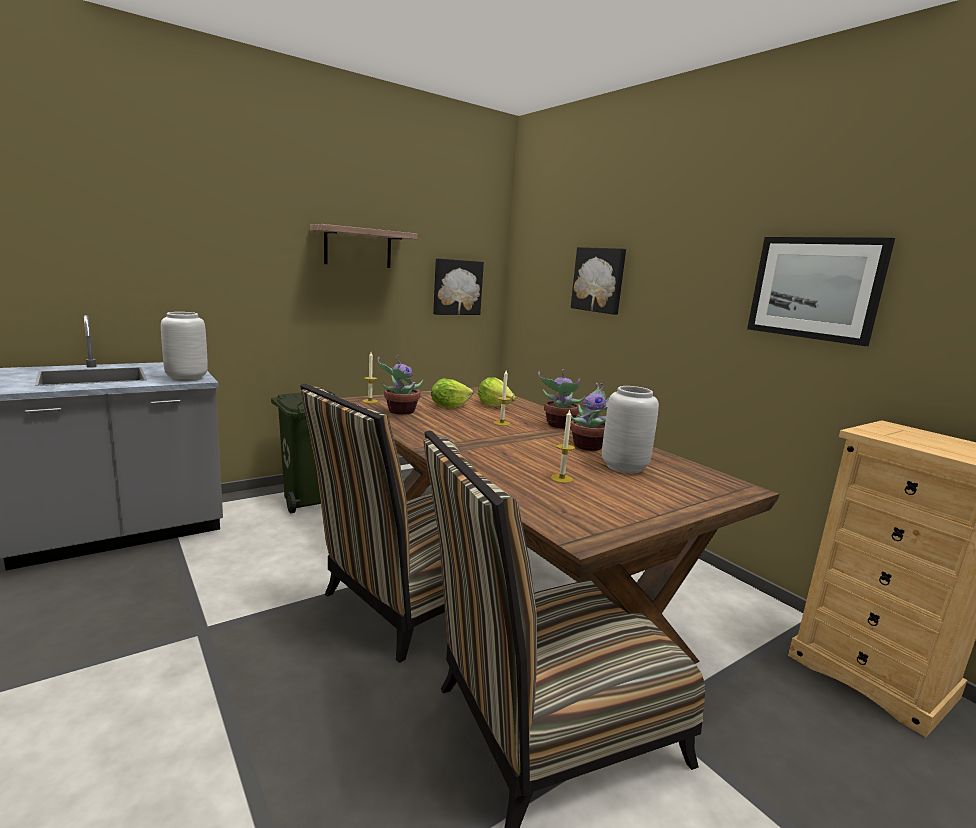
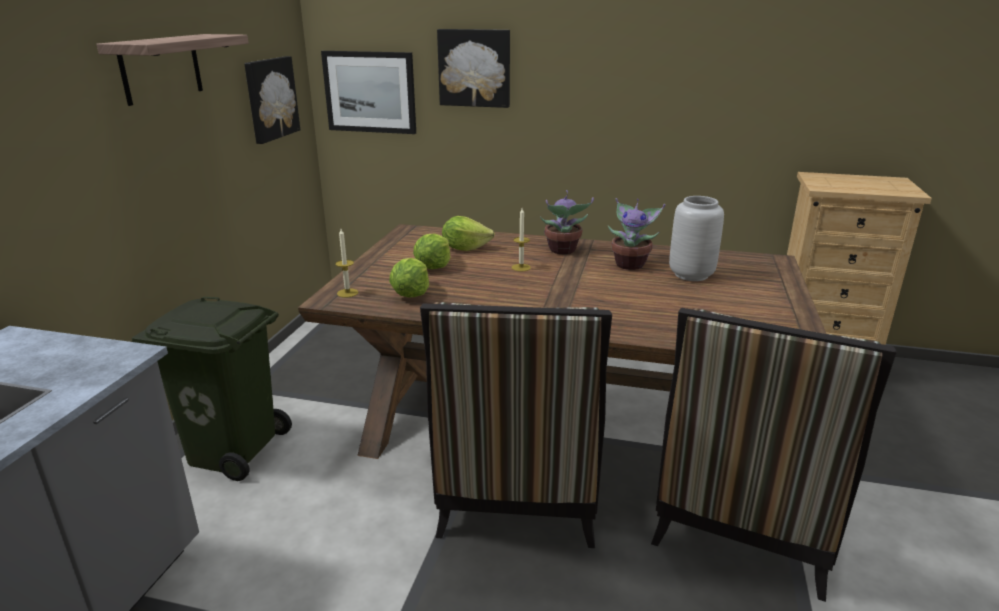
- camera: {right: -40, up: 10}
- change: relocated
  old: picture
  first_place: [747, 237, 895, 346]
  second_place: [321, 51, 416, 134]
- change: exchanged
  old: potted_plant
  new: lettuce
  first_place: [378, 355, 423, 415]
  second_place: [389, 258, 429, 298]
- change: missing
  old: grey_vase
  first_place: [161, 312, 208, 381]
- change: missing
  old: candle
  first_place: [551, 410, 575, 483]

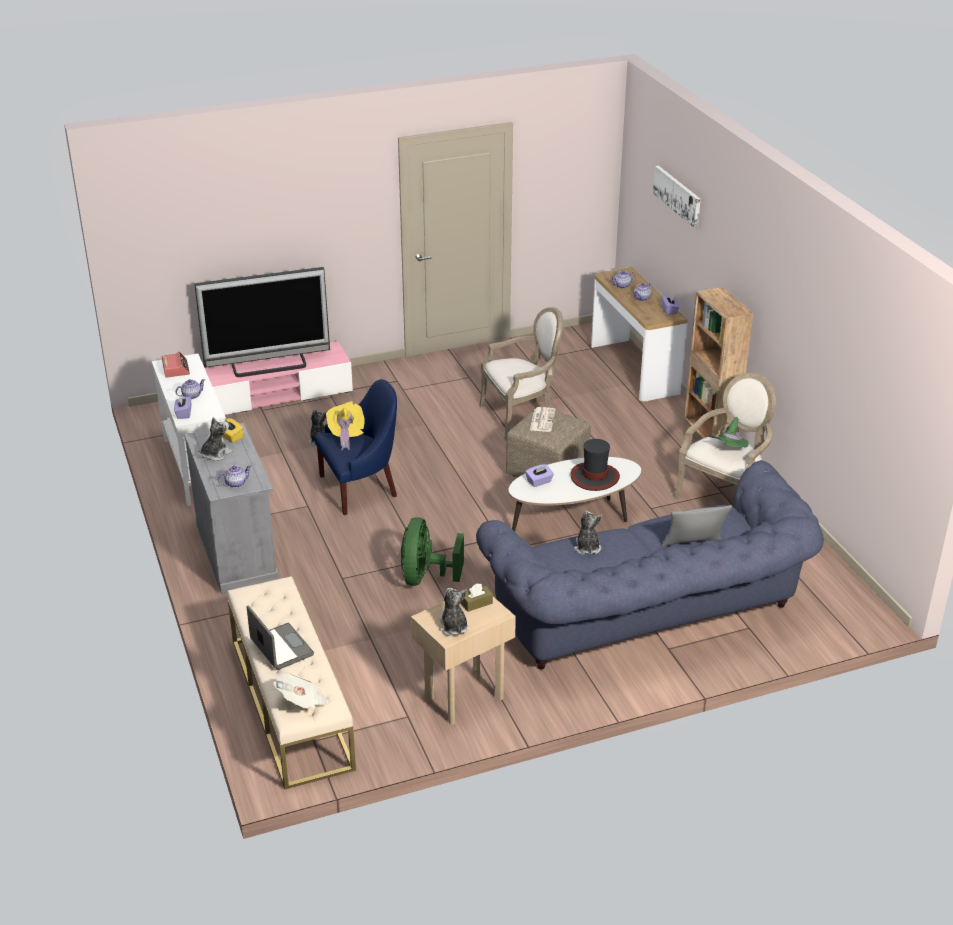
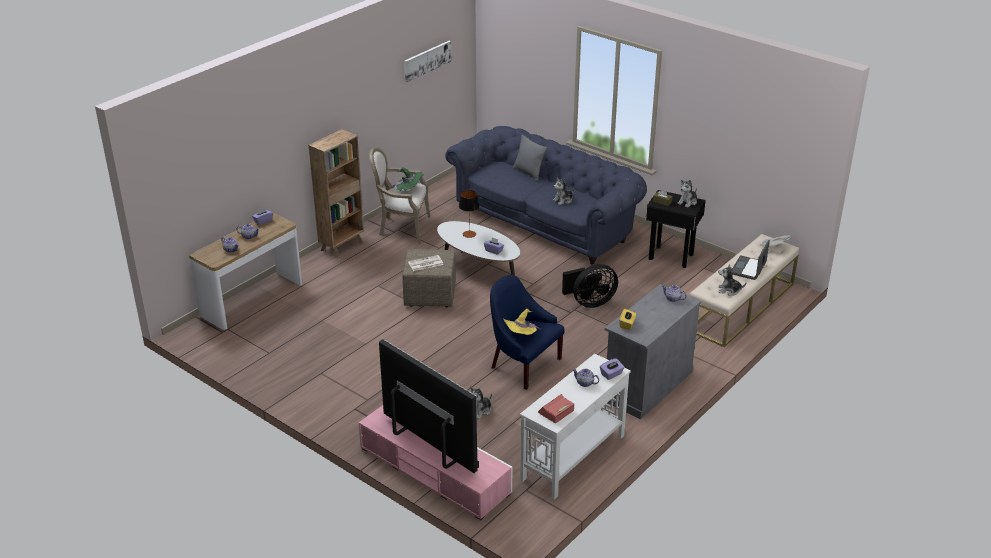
- camera: {right: -120, up: 0}
- change: relocated
  old: picture
  first_place: [653, 166, 701, 228]
  second_place: [404, 41, 451, 82]
- change: exchanged
  old: hat
  new: table_lamp
  first_place: [570, 439, 620, 491]
  second_place: [459, 190, 479, 238]
- change: colour
  old: green_fan
  new: black_fan
  first_place: [401, 517, 464, 586]
  second_place: [562, 264, 618, 308]
- change: colour
  old: beige_side_table
  new: black_side_table
  first_place: [411, 590, 516, 724]
  second_place: [646, 190, 706, 268]
- change: relocated
  old: plush_toy
  first_place: [198, 417, 232, 461]
  second_place: [718, 264, 746, 296]
- change: missing
  old: armchair
  first_place: [479, 307, 563, 441]

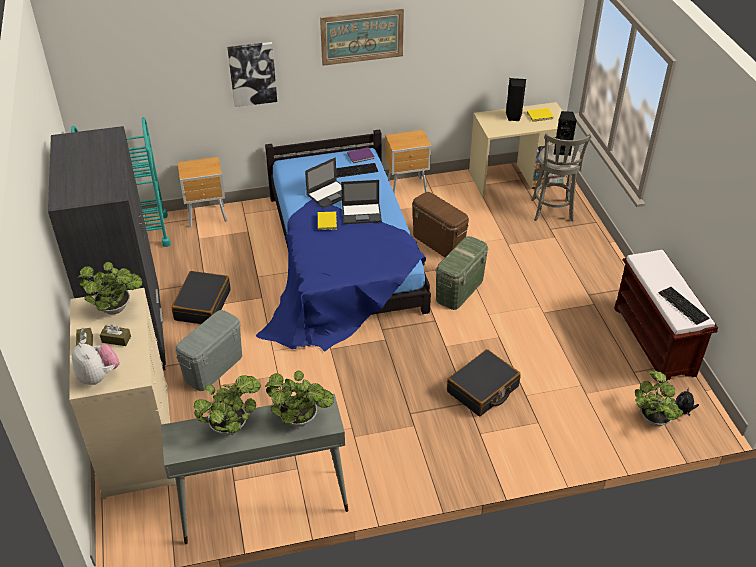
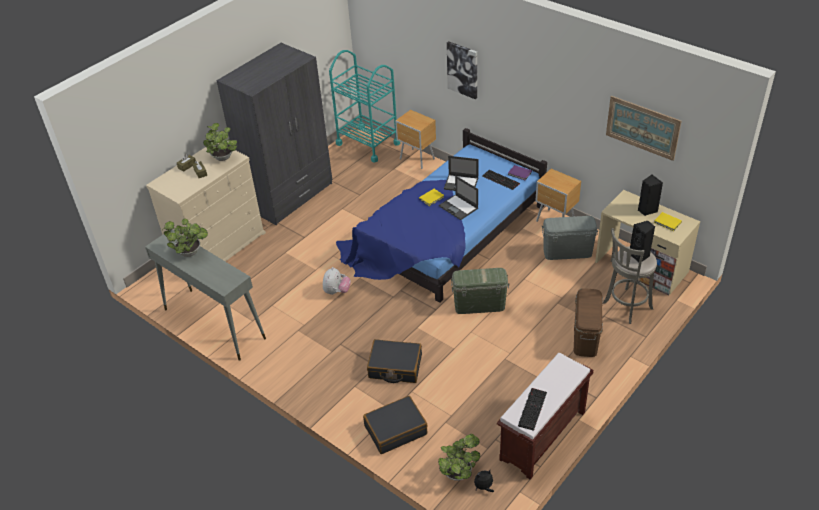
- camera: {right: 55, up: 0}
- change: relocated
  old: plush_toy
  first_place: [72, 343, 120, 385]
  second_place: [323, 267, 351, 295]
- change: relocated
  old: black_suitcase
  first_place: [172, 271, 230, 324]
  second_place: [363, 396, 427, 454]
- change: relocated
  old: grey_storage_box
  first_place: [175, 310, 242, 391]
  second_place: [542, 216, 598, 260]
- change: relocated
  old: brown_storage_box
  first_place: [412, 192, 469, 257]
  second_place: [574, 288, 603, 357]
- change: relocated
  old: picture
  first_place: [320, 8, 404, 66]
  second_place: [606, 96, 682, 161]
- change: missing
  old: potted_plant
  first_place: [265, 370, 334, 427]

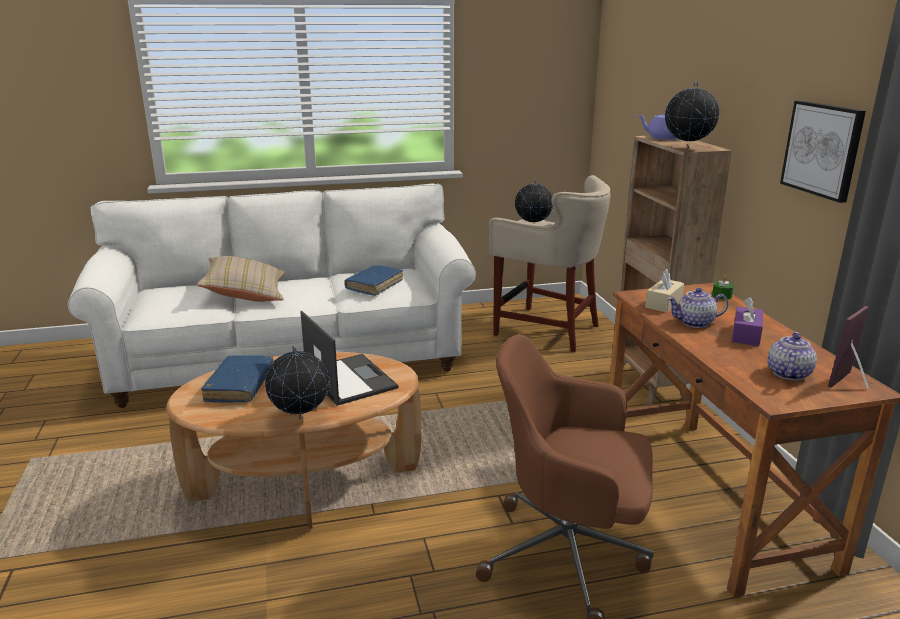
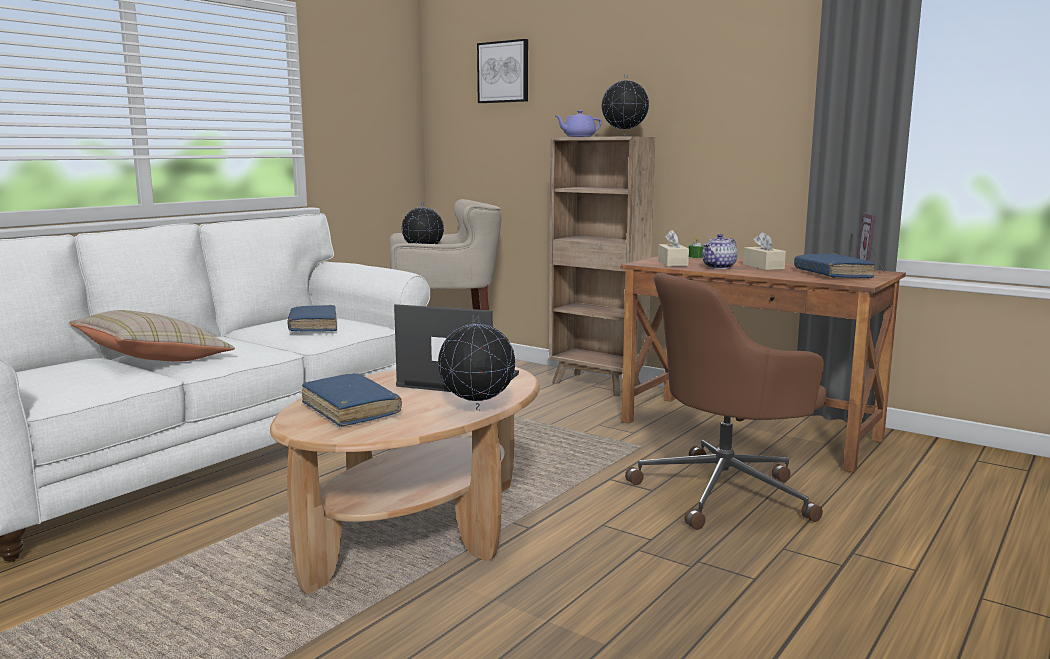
- camera: {right: -40, up: -10}
- change: relocated
  old: picture
  first_place: [780, 101, 866, 203]
  second_place: [477, 39, 528, 103]
- change: colour
  old: purple_tissue_box
  new: beige_tissue_box
  first_place: [732, 297, 763, 346]
  second_place: [743, 232, 786, 270]
- change: exchanged
  old: teapot
  new: blue_book
  first_place: [767, 332, 817, 380]
  second_place: [794, 253, 875, 278]

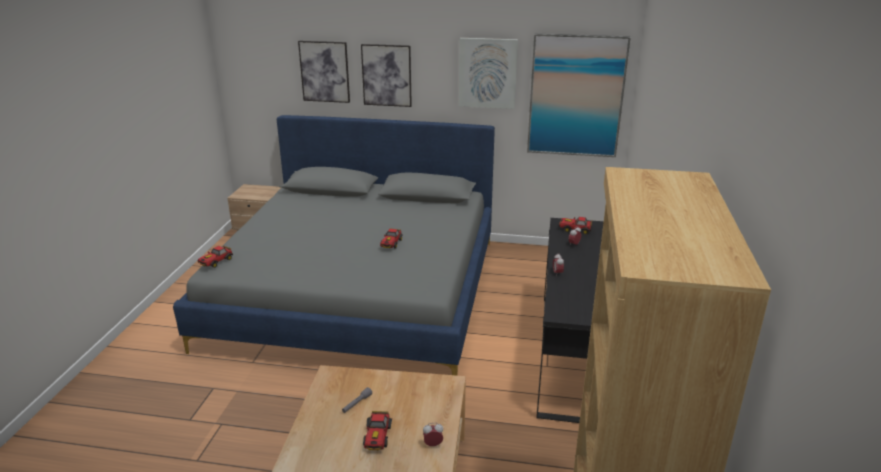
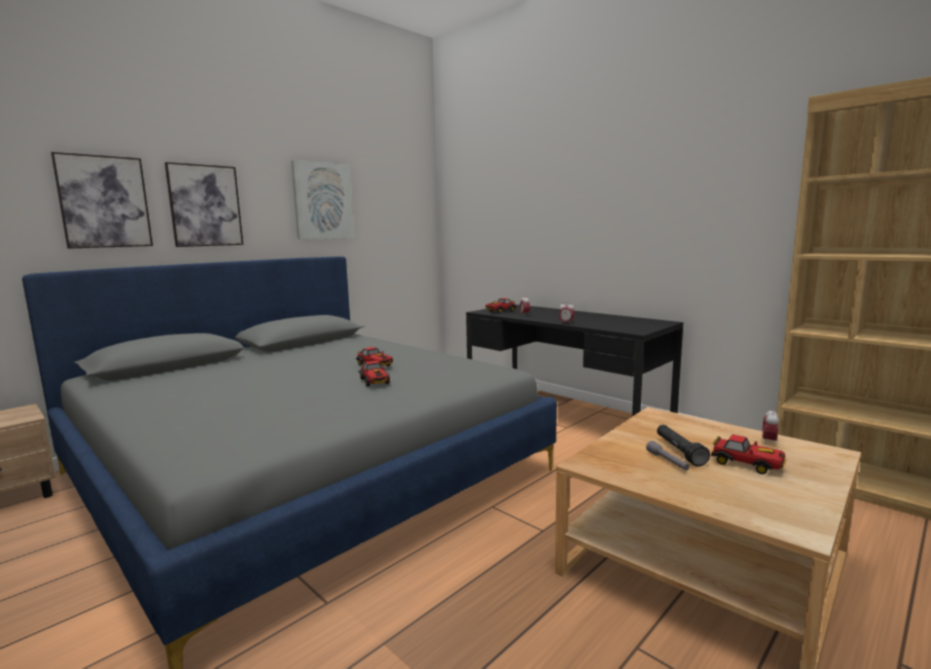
- camera: {right: -55, up: -15}
- change: relocated
  old: toy_car
  first_place: [198, 246, 233, 268]
  second_place: [359, 361, 390, 387]
- change: appeared
  new: black_flashlight
  second_place: [657, 425, 710, 467]
- change: missing
  old: picture
  first_place: [527, 34, 631, 157]

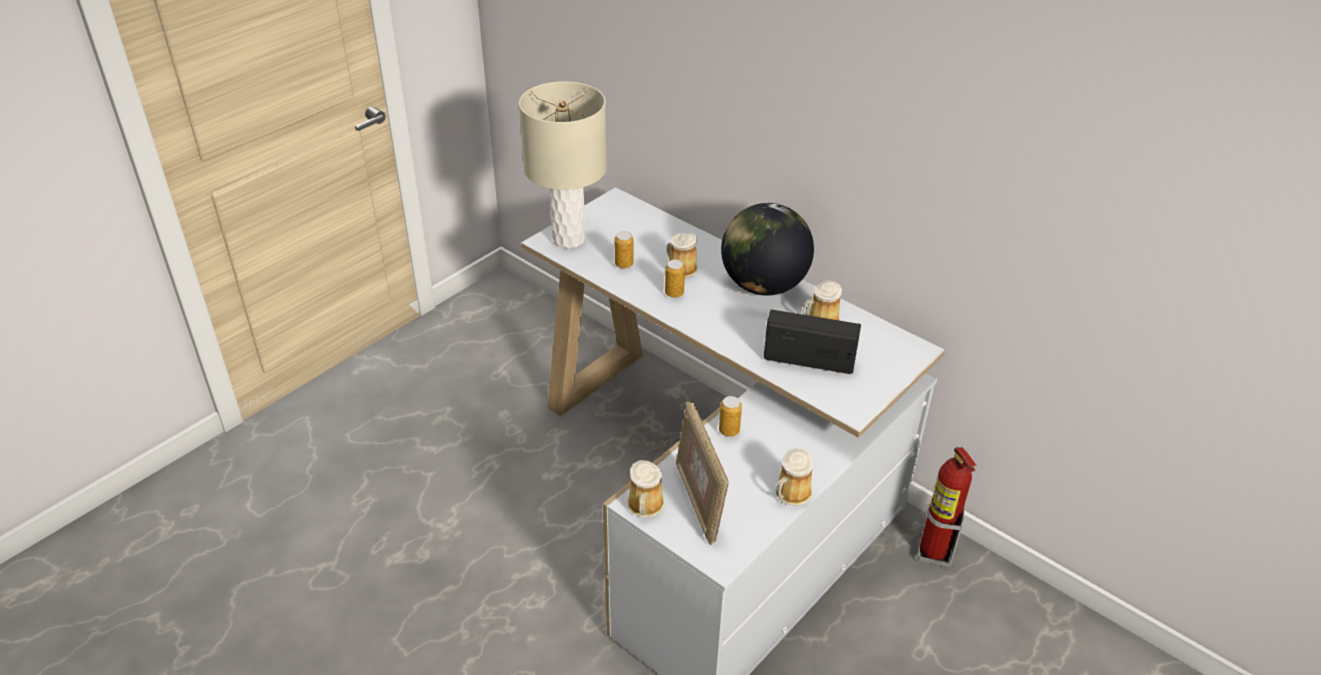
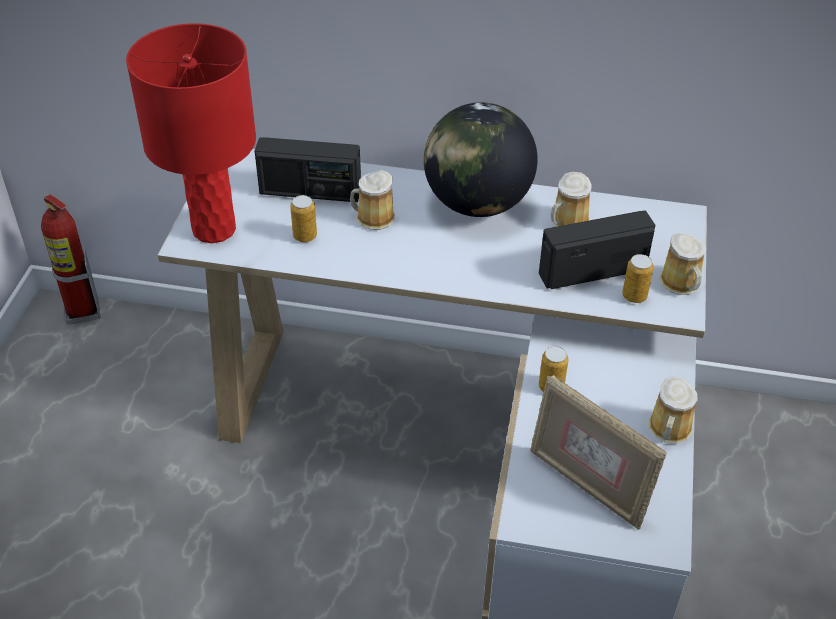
- camera: {right: -30, up: 5}
- change: relocated
  old: fire_extinguisher
  first_place: [918, 447, 977, 567]
  second_place: [41, 195, 101, 325]
- change: colour
  old: beige_table_lamp
  new: red_table_lamp
  first_place: [519, 81, 607, 249]
  second_place: [126, 23, 256, 243]
- change: appeared
  new: radio
  second_place: [255, 137, 361, 202]
- change: relocated
  old: can
  first_place: [665, 260, 685, 298]
  second_place: [622, 254, 654, 303]
- change: relocated
  old: mug
  first_place: [627, 460, 664, 517]
  second_place: [659, 233, 706, 295]

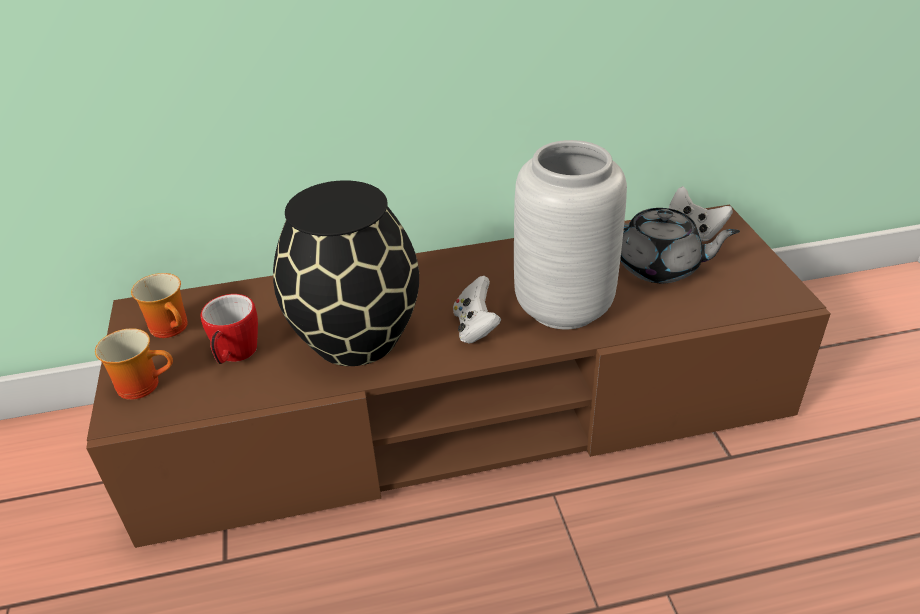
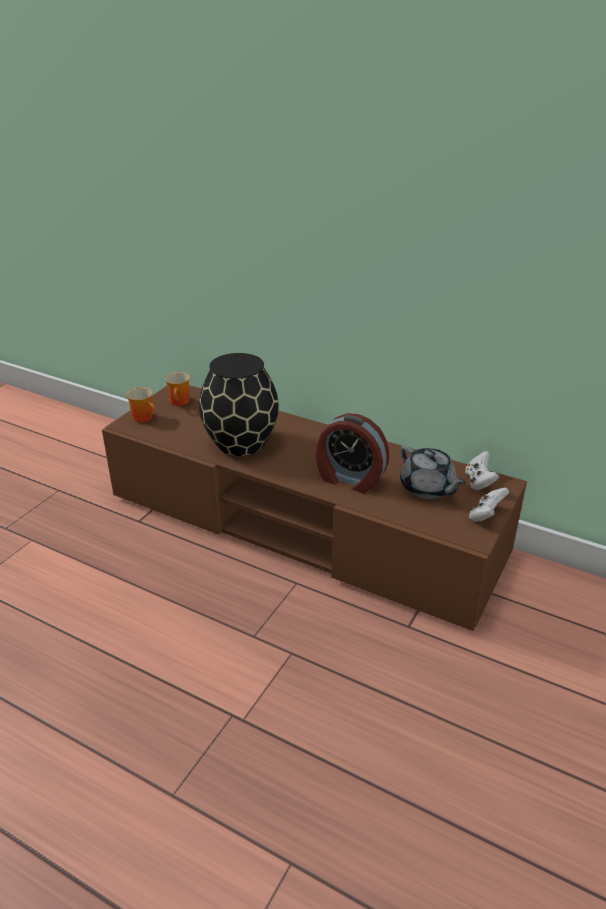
- camera: {right: 40, up: -5}
- change: exchanged
  old: grey_vase
  new: alarm_clock
  first_place: [514, 140, 627, 329]
  second_place: [316, 413, 389, 493]
- change: relocated
  old: white_game_controller
  first_place: [453, 276, 501, 343]
  second_place: [469, 487, 509, 522]
- change: missing
  old: mug
  first_place: [201, 294, 258, 364]

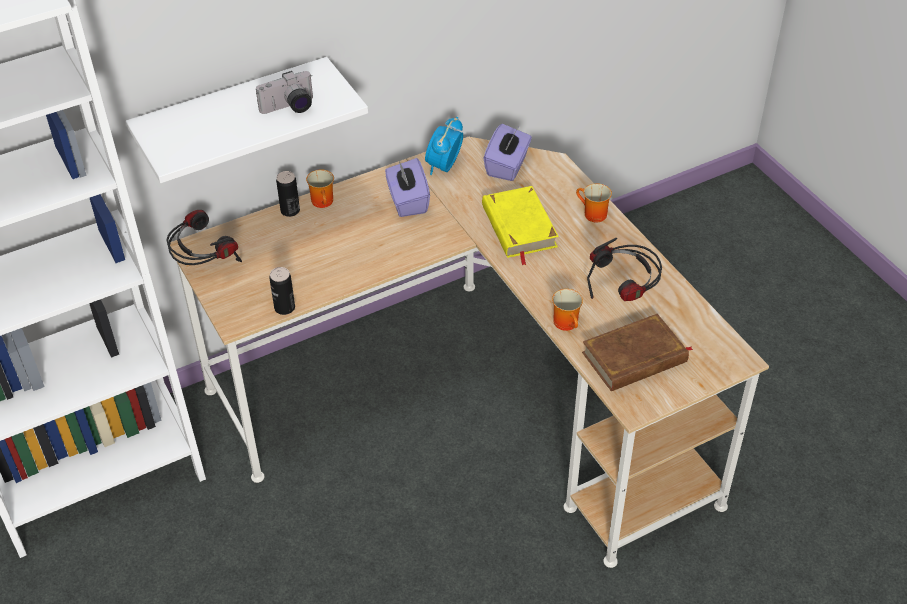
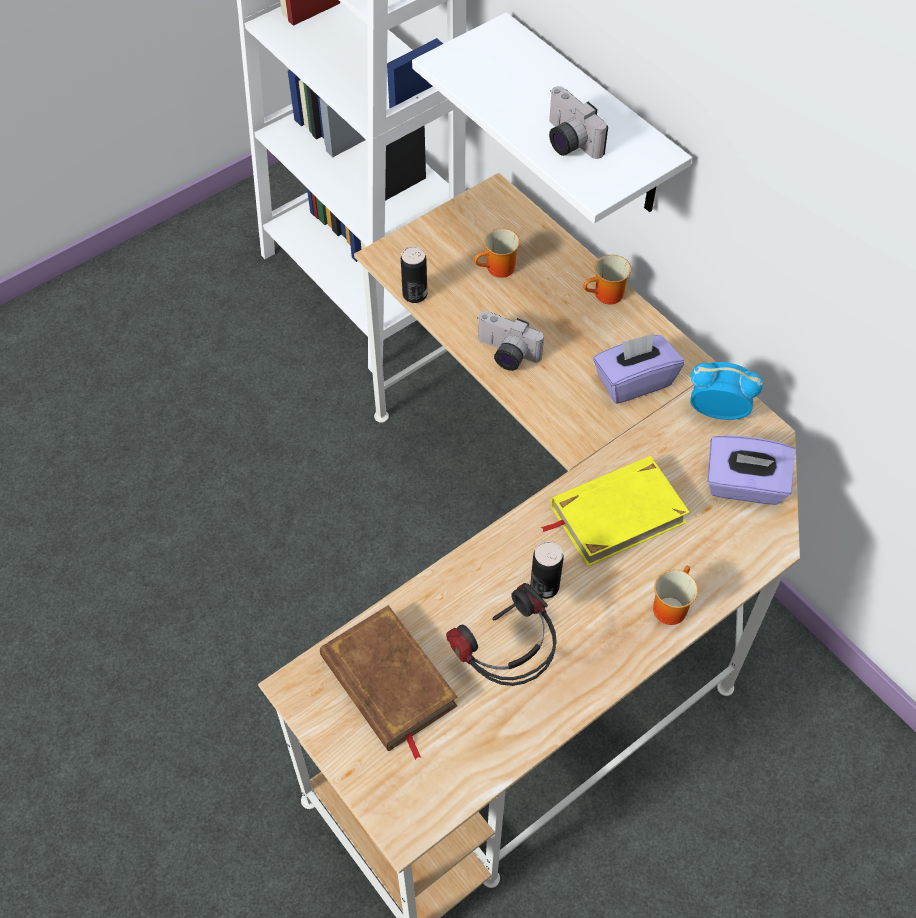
- camera: {right: 80, up: 10}
- change: relocated
  old: mug
  first_place: [552, 289, 583, 331]
  second_place: [474, 228, 520, 278]
- change: appeared
  new: photo_camera
  second_place: [477, 311, 544, 371]
- change: relocated
  old: can
  first_place: [276, 171, 300, 217]
  second_place: [530, 541, 564, 599]
- change: missing
  old: headphones
  first_place: [166, 210, 242, 265]

